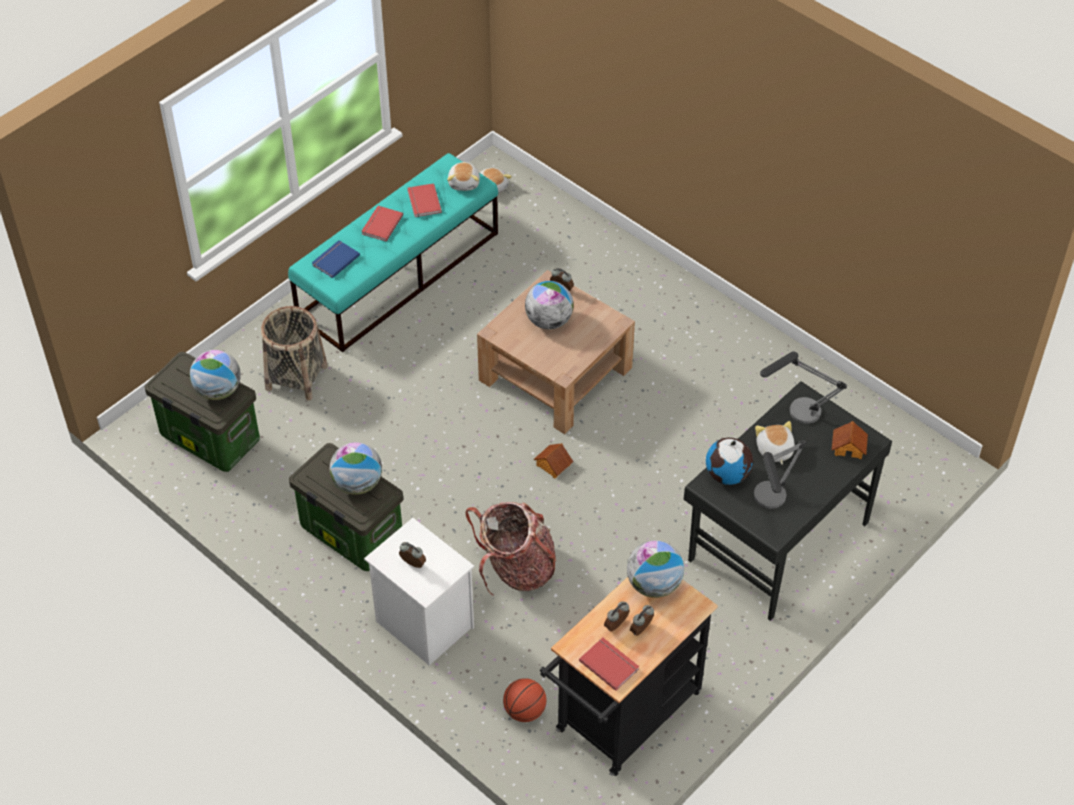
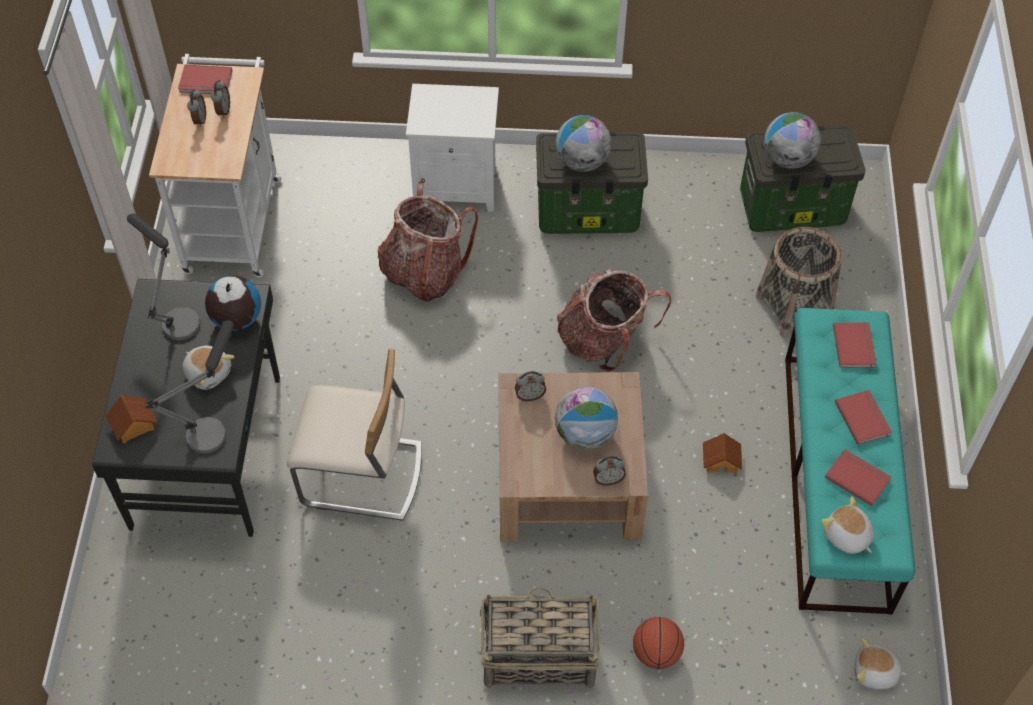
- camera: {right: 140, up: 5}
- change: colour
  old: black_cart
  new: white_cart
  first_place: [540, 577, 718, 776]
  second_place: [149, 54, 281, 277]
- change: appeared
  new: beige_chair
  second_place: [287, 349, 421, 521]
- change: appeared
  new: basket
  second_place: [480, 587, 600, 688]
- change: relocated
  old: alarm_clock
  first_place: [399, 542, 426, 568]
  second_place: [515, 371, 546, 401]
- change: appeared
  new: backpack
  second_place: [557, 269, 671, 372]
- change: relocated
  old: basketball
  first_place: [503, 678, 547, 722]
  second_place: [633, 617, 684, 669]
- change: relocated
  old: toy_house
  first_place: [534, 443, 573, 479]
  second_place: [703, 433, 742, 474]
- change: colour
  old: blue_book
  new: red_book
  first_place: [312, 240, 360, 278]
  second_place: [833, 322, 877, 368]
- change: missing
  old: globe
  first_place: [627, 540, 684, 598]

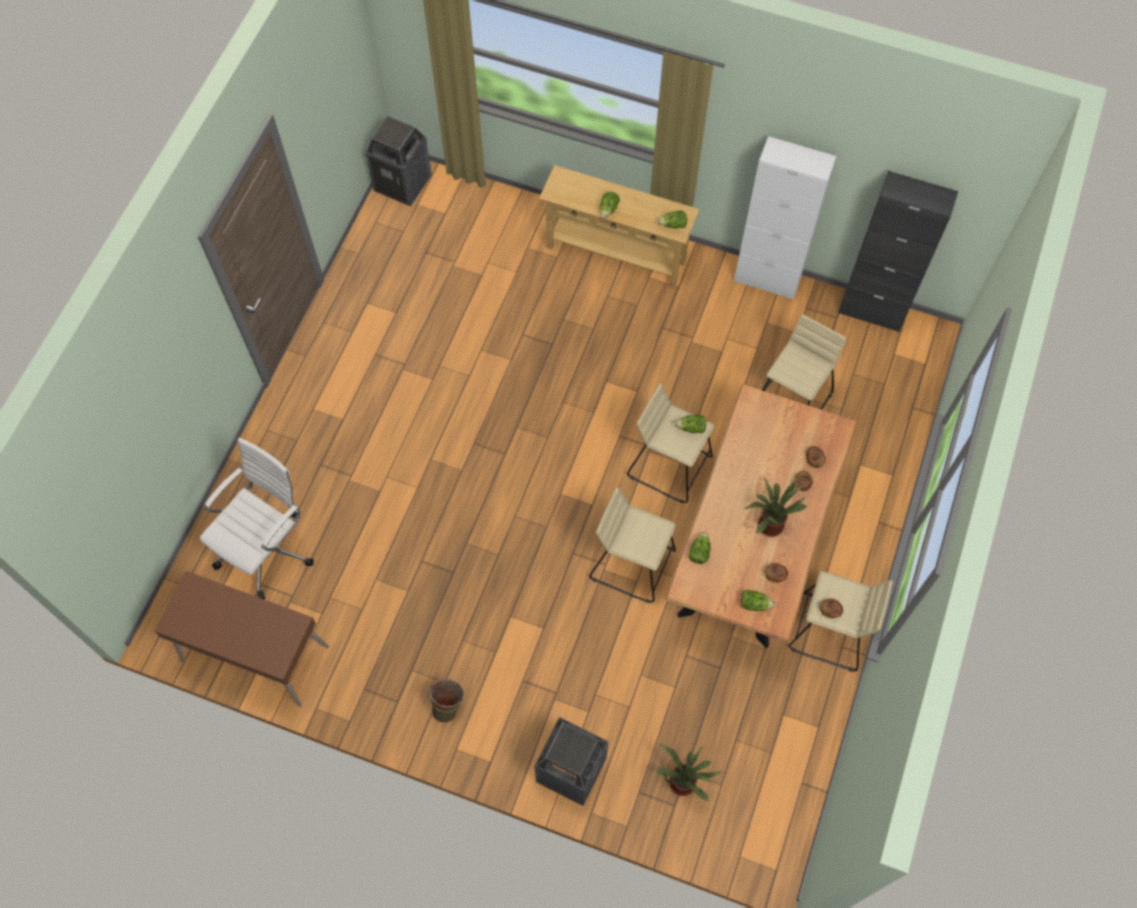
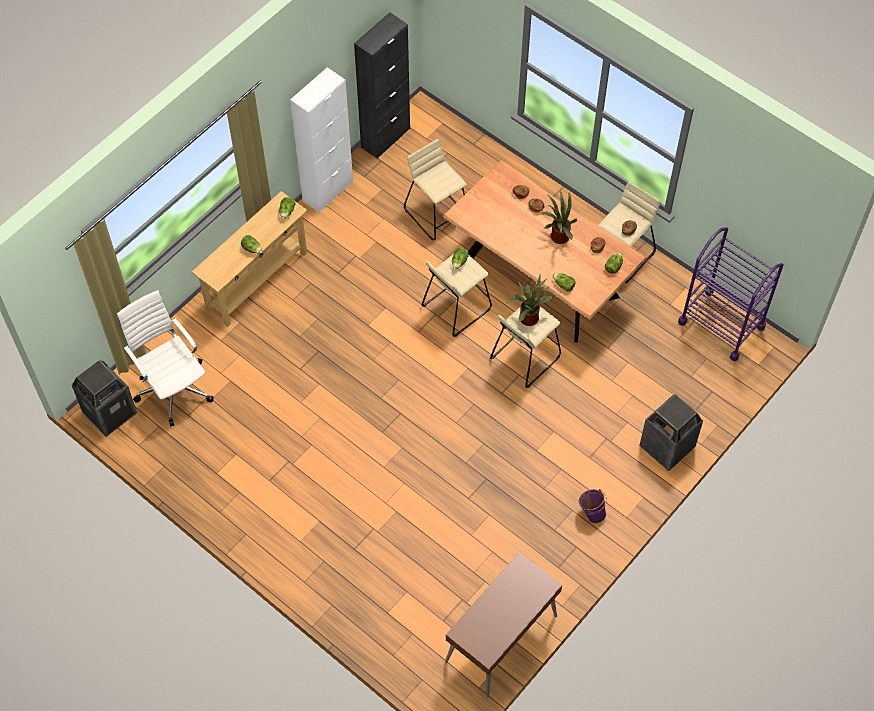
- camera: {right: -70, up: -5}
- change: relocated
  old: white_office_chair
  first_place: [200, 438, 314, 599]
  second_place: [117, 290, 214, 426]
- change: relocated
  old: potted_plant
  first_place: [656, 743, 722, 802]
  second_place: [507, 275, 553, 326]
- change: colour
  old: green_bucket
  new: purple_bucket
  first_place: [428, 679, 464, 723]
  second_place: [579, 489, 607, 523]
- change: appeared
  new: purple_cart
  second_place: [678, 227, 784, 361]

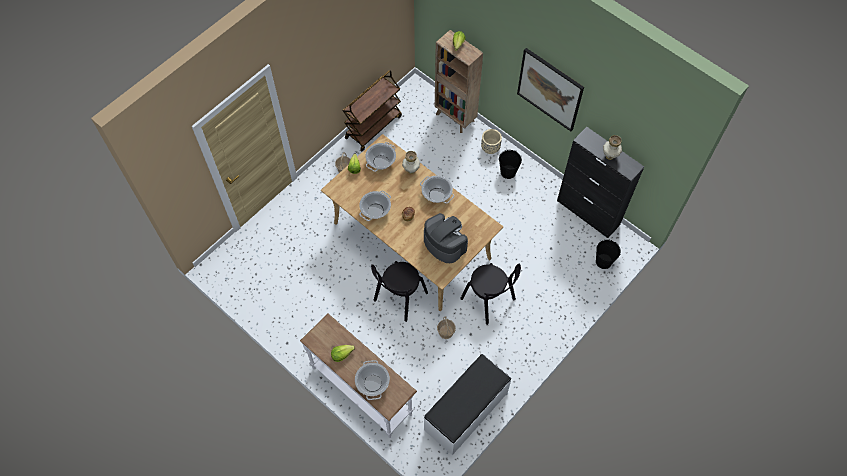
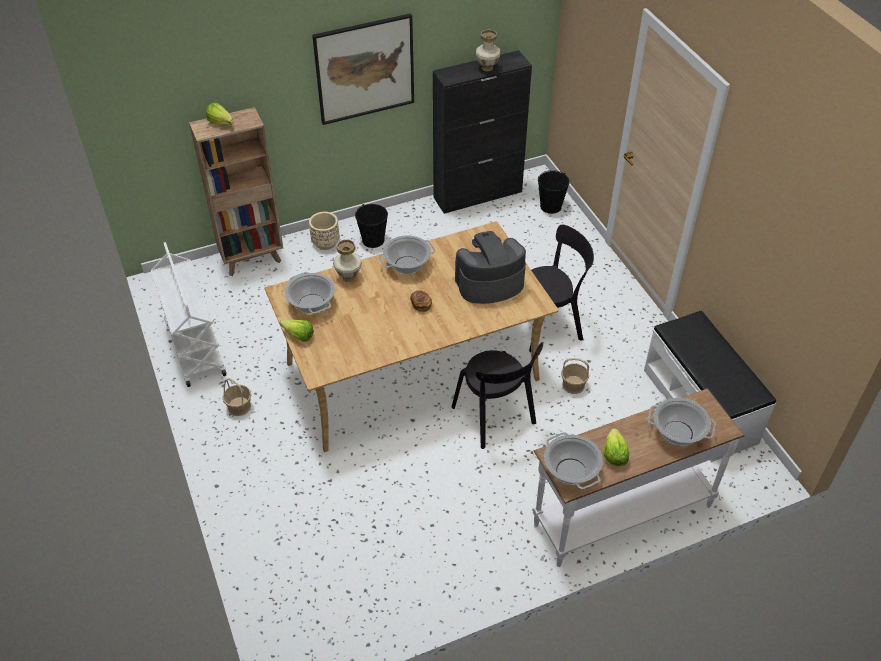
- camera: {right: -65, up: -15}
- change: colour
  old: brown_cart
  new: white_cart
  first_place: [343, 70, 402, 151]
  second_place: [151, 242, 226, 387]
- change: relocated
  old: cooking_pot
  first_place: [359, 191, 391, 221]
  second_place: [544, 432, 603, 490]

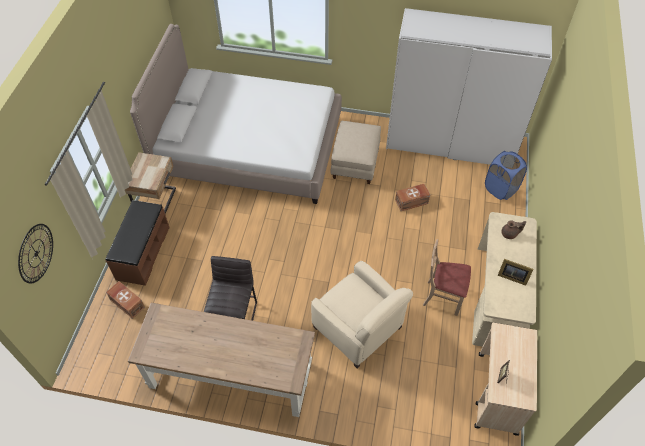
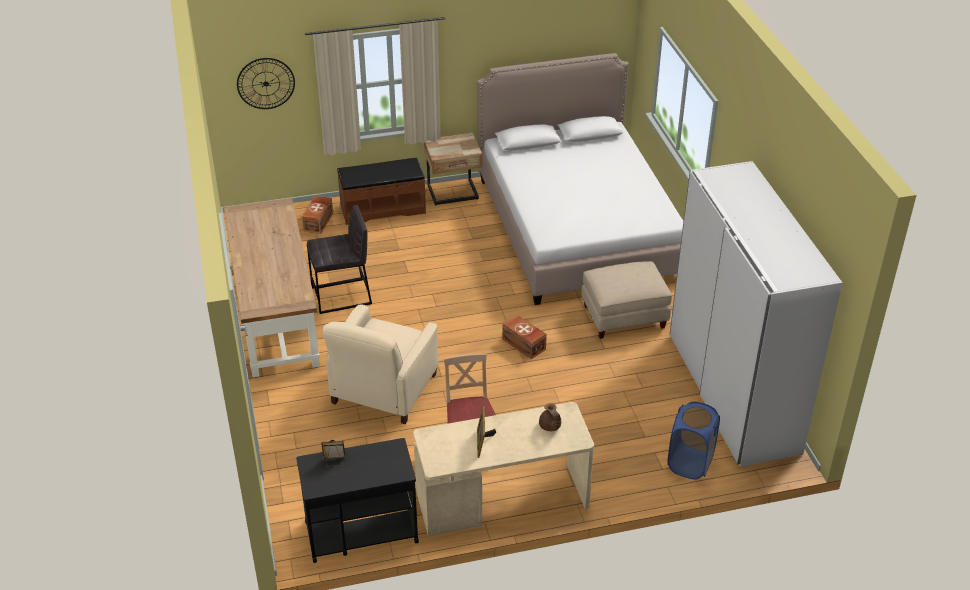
- camera: {right: 65, up: -15}
- change: colour
  old: beige_cart
  new: black_cart
  first_place: [475, 323, 537, 436]
  second_place: [296, 438, 419, 563]
- change: relocated
  old: brown_storage_box
  first_place: [395, 184, 430, 211]
  second_place: [502, 315, 547, 359]

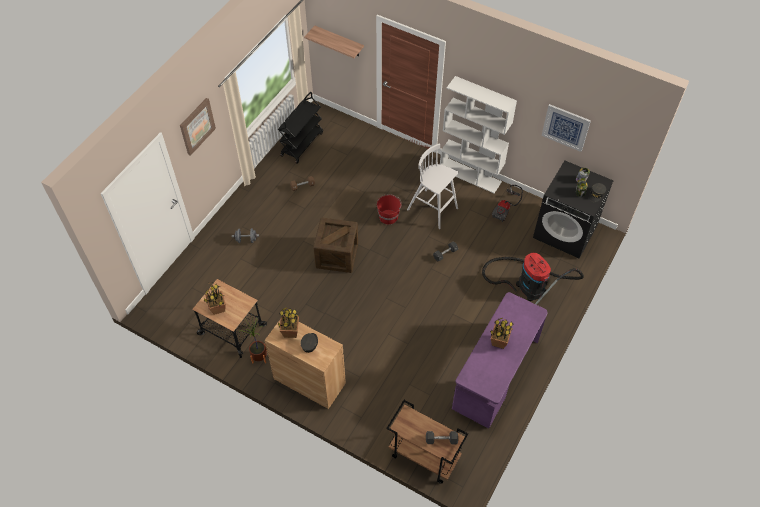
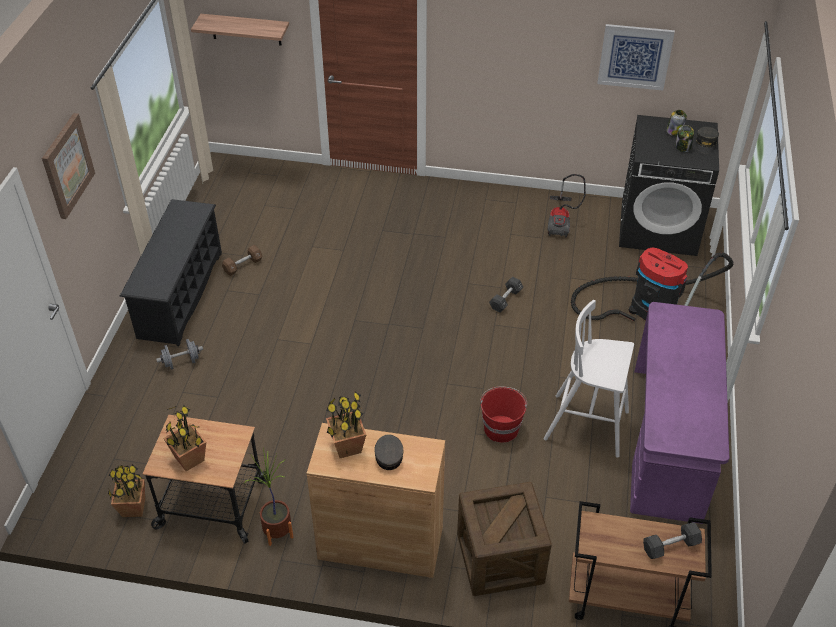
- camera: {right: -20, up: -10}
- change: relocated
  old: potted_plant
  first_place: [490, 318, 514, 349]
  second_place: [108, 464, 145, 517]
- change: appeared
  new: black_shoe_rack
  second_place: [119, 199, 222, 346]
- change: relocated
  old: crate
  first_place: [313, 217, 358, 273]
  second_place: [457, 482, 552, 596]
- change: relocated
  old: red_bucket
  first_place: [377, 194, 402, 225]
  second_place: [480, 386, 527, 443]
- change: relocated
  old: white_stool
  first_place: [407, 144, 458, 229]
  second_place: [544, 300, 634, 458]
- change: missing
  old: black_cart
  first_place: [278, 92, 323, 164]
- change: missing
  old: white_bookcase
  first_place: [440, 76, 517, 193]

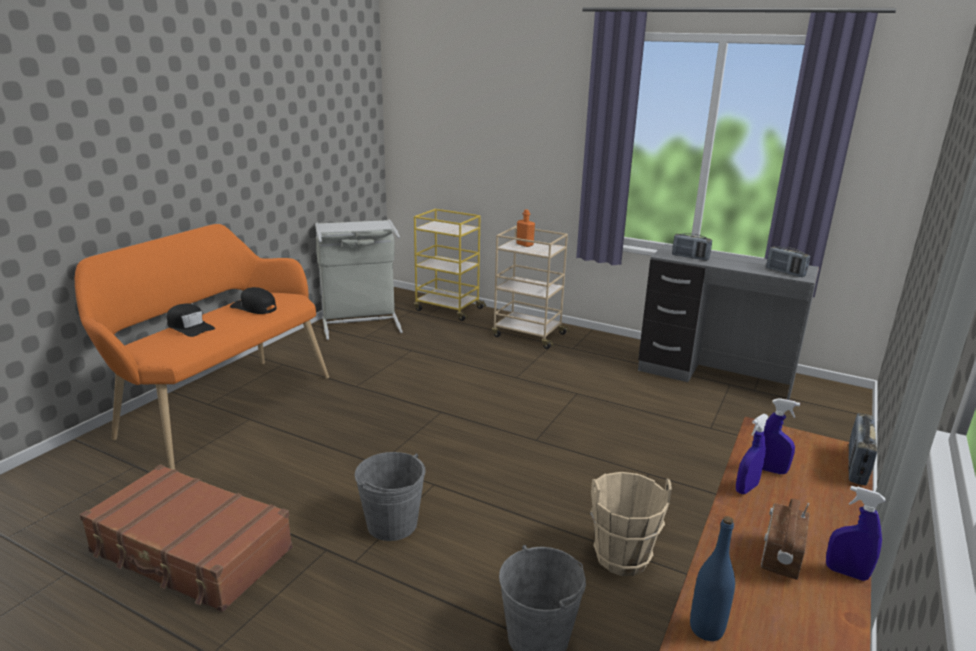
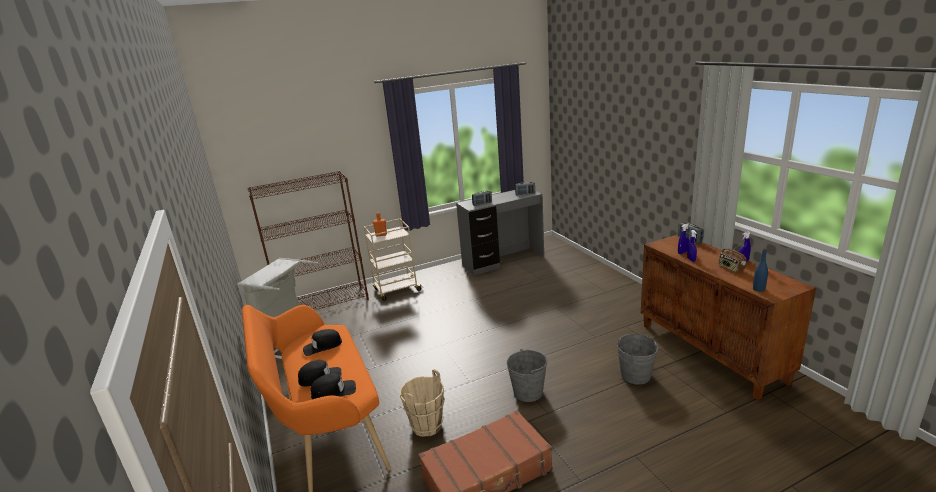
- camera: {right: -50, up: 0}
- change: exchanged
  old: yellow_cart
  new: brown_bookcase
  first_place: [414, 209, 486, 321]
  second_place: [248, 171, 369, 310]
- change: appeared
  new: black_cap
  second_place: [311, 373, 356, 399]
- change: relocated
  old: beige_bucket
  first_place: [590, 472, 672, 576]
  second_place: [400, 369, 445, 437]

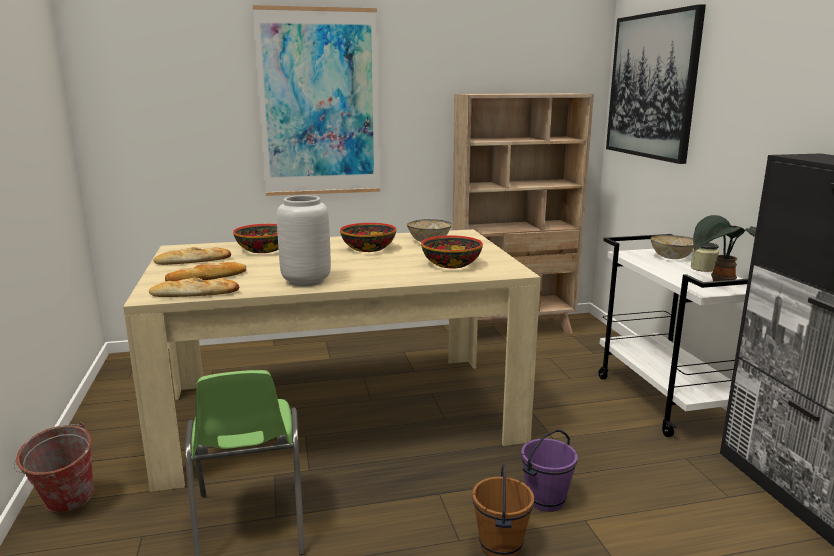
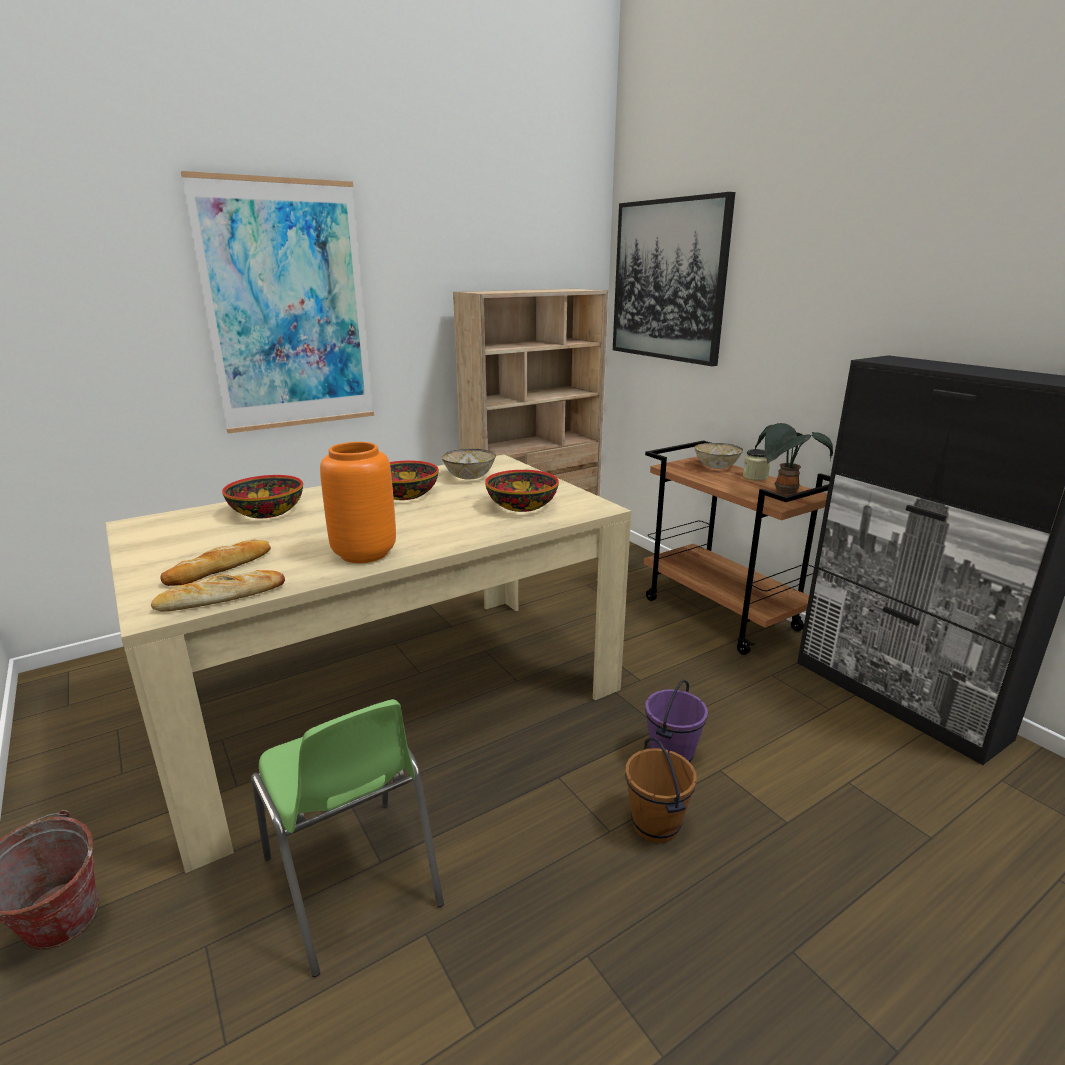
- camera: {right: -20, up: 5}
- change: colour
  old: grey_vase
  new: orange_vase
  first_place: [277, 195, 331, 286]
  second_place: [320, 442, 396, 563]
- change: colour
  old: white_cart
  new: brown_cart
  first_place: [599, 234, 748, 437]
  second_place: [644, 440, 830, 655]
- change: missing
  old: bread
  first_place: [154, 247, 231, 265]

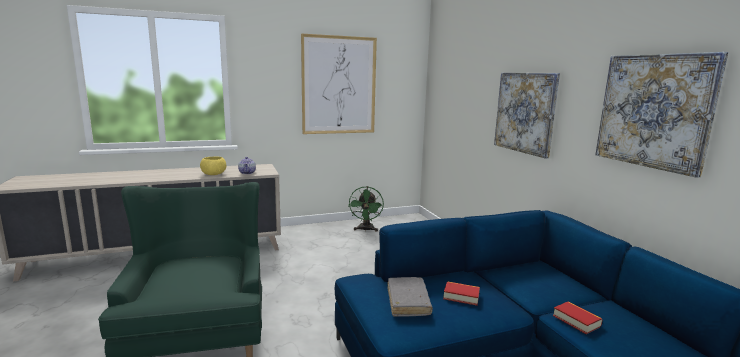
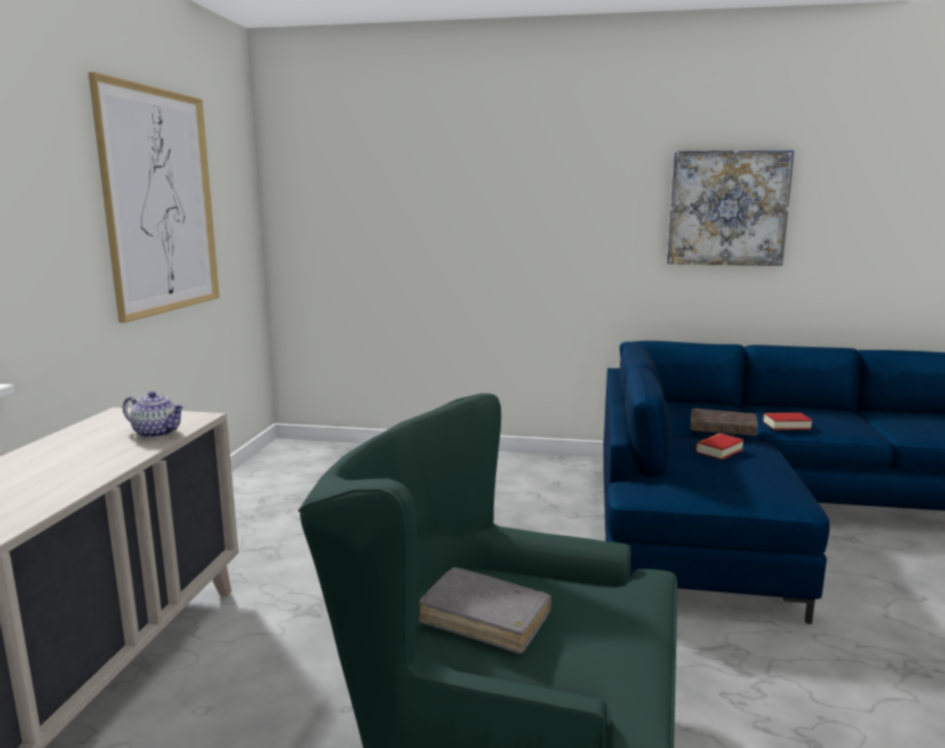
- camera: {right: -60, up: 0}
- change: relocated
  old: grey_book
  first_place: [387, 277, 433, 317]
  second_place: [418, 567, 552, 654]
- change: appeared
  new: brown_book
  second_place: [690, 408, 758, 436]
- change: missing
  old: yellow_bowl
  first_place: [200, 157, 226, 175]
- change: missing
  old: green_fan
  first_place: [348, 186, 384, 232]
- change: missing
  old: picture
  first_place: [494, 73, 560, 158]

